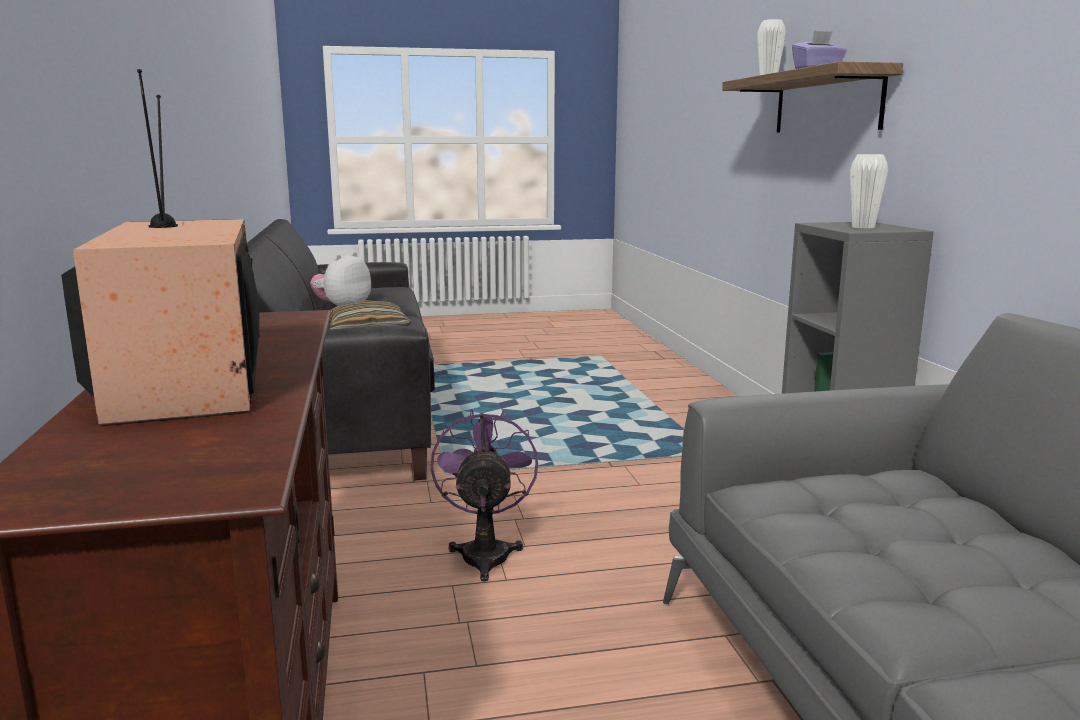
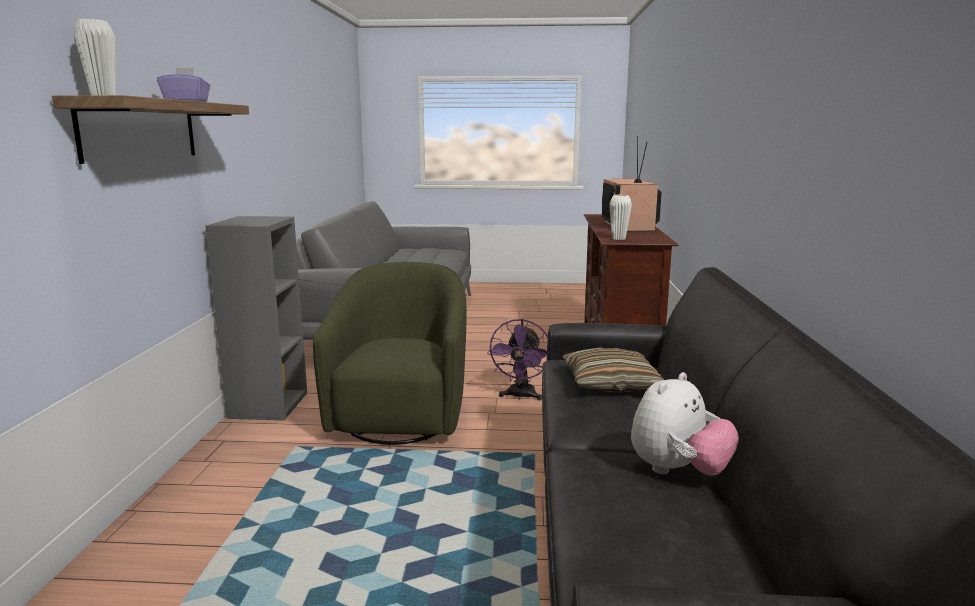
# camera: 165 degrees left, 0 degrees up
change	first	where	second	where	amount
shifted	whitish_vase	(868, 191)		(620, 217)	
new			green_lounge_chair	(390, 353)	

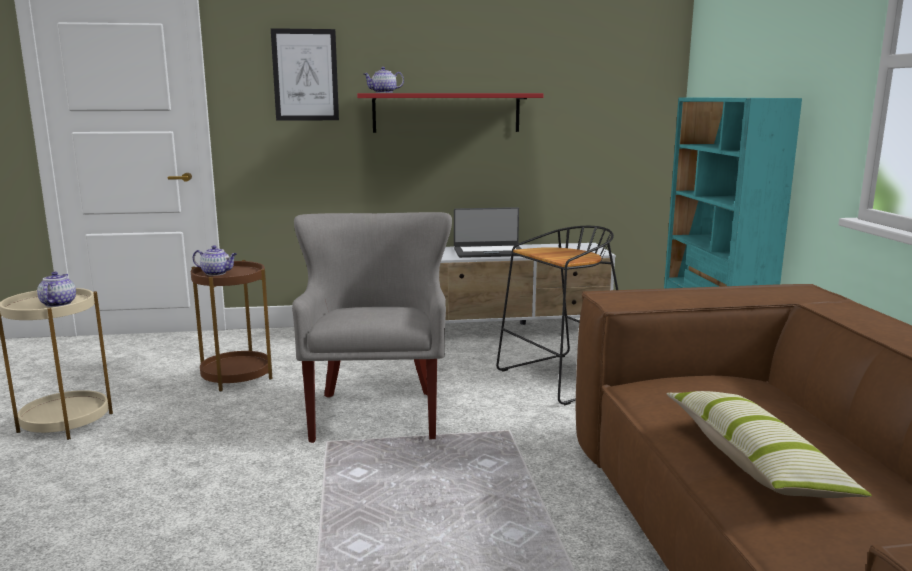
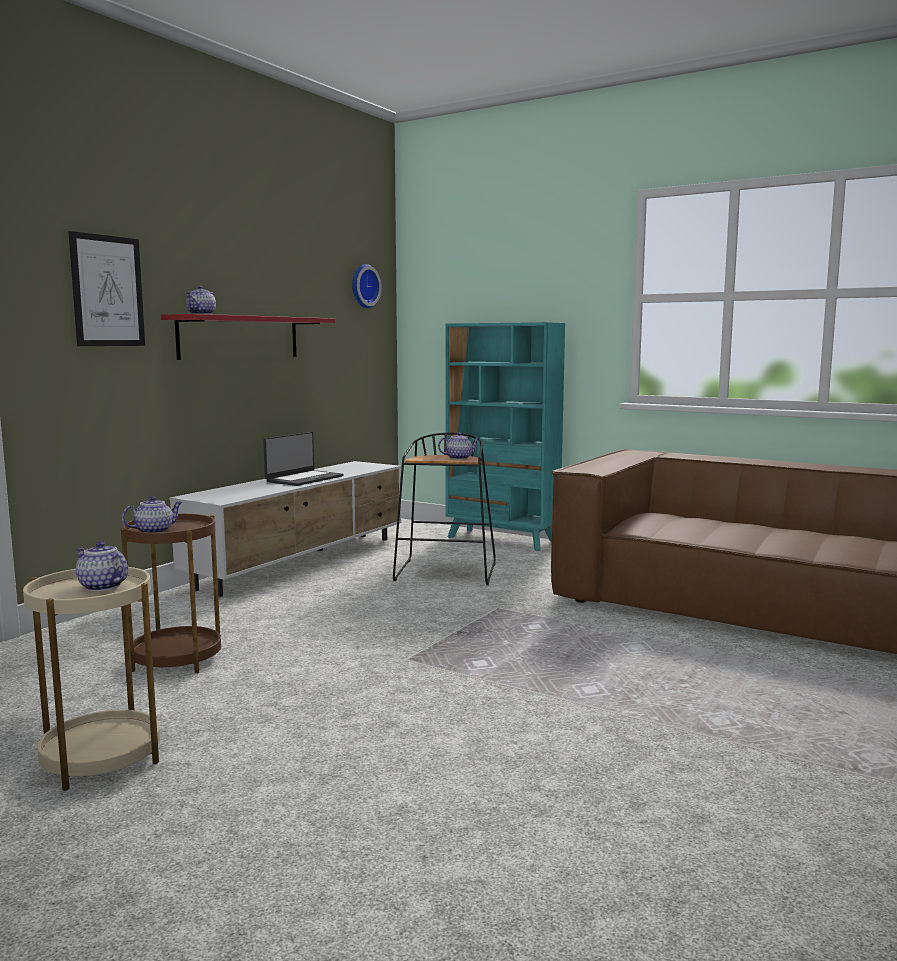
# camera: 50 degrees left, 5 degrees down
change	first	where	second	where	amount
gone	gray_lounge_chair	(372, 327)			
gone	throw_pillow	(769, 444)			
new			wall_clock	(367, 286)	
new			teapot	(459, 446)	

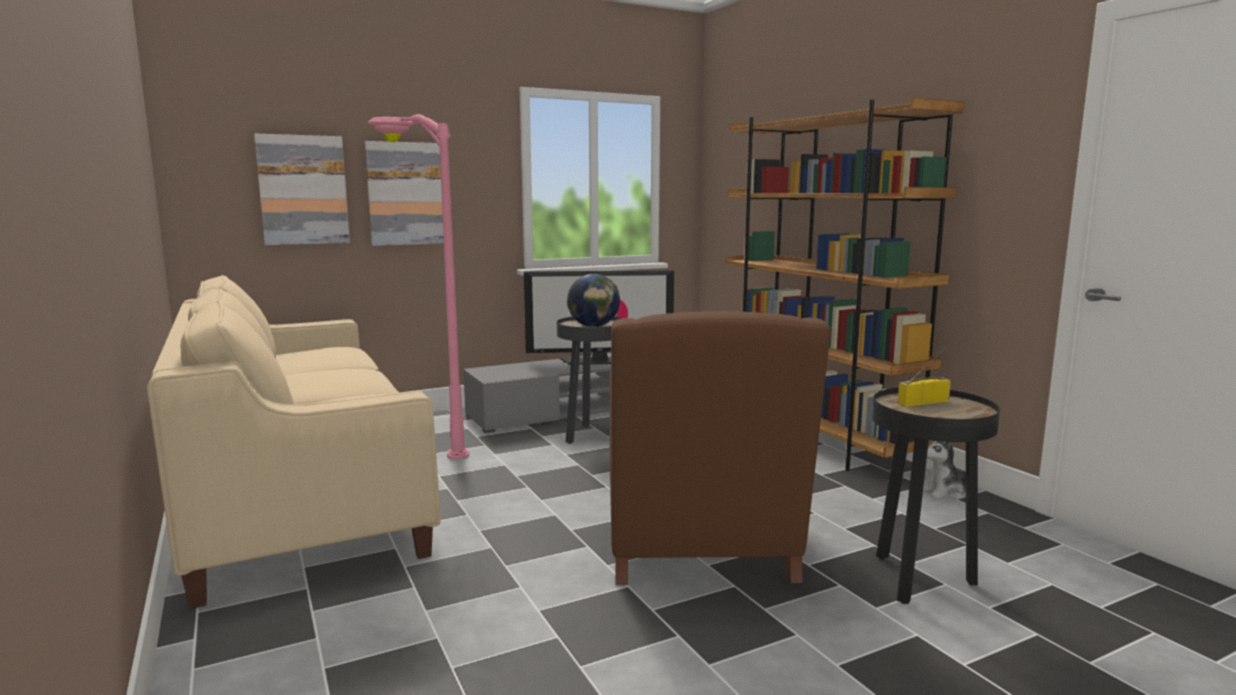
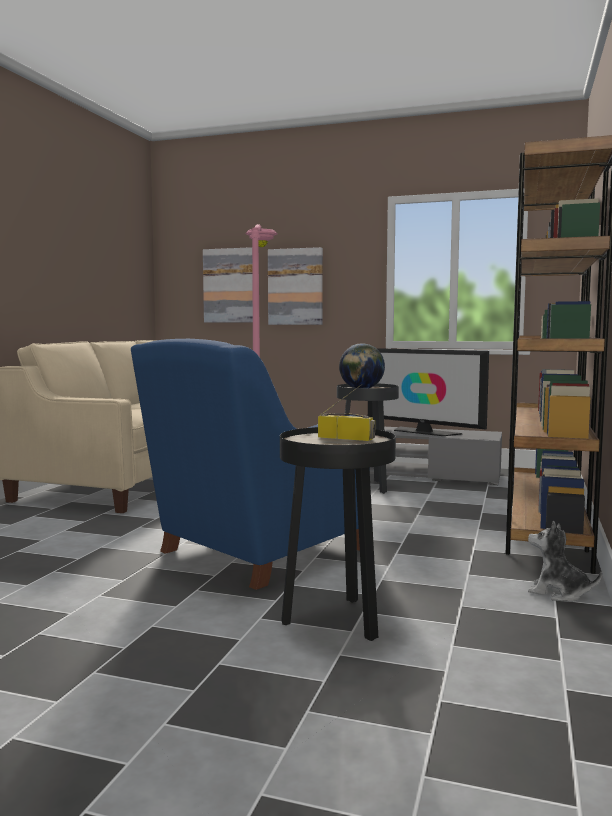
# camera: 45 degrees right, 5 degrees down
change	first	where	second	where	amount
repainted	brownish_lounge_chair	(720, 448)	bluish_lounge_chair	(250, 464)	

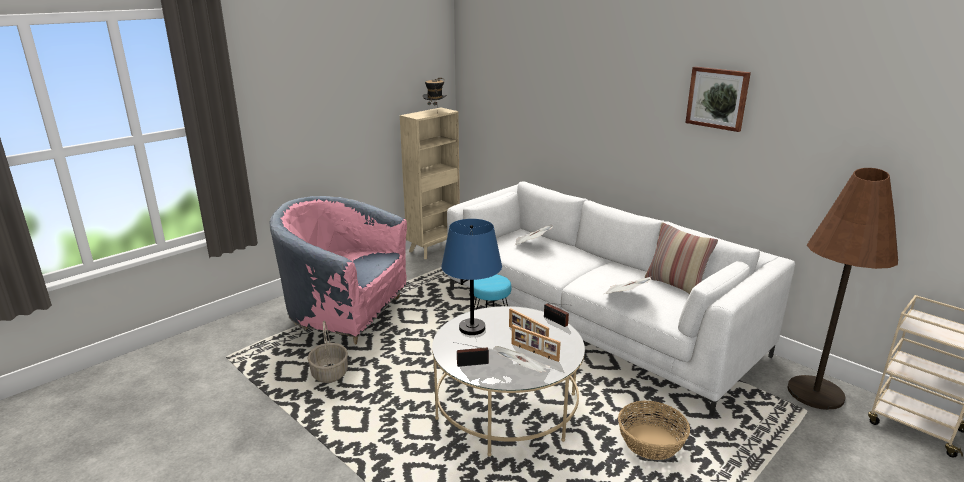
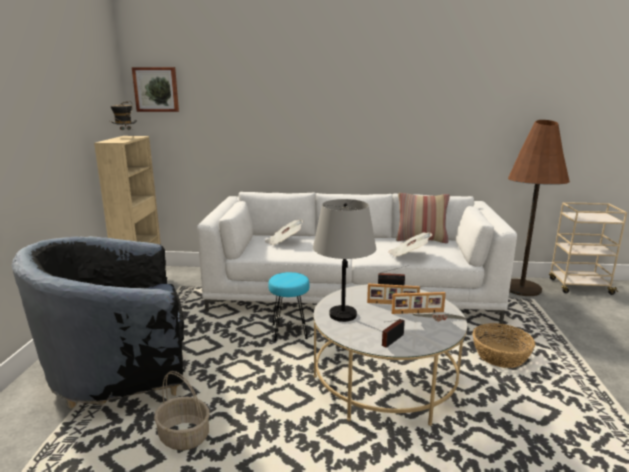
# camera: 40 degrees left, 5 degrees down
change	first	where	second	where	amount
repainted	pink_lounge_chair	(338, 270)	blackish_lounge_chair	(98, 322)	
repainted	bluish_table_lamp	(471, 277)	gray_table_lamp	(344, 260)	
shifted	wall_art	(718, 99)		(155, 89)	

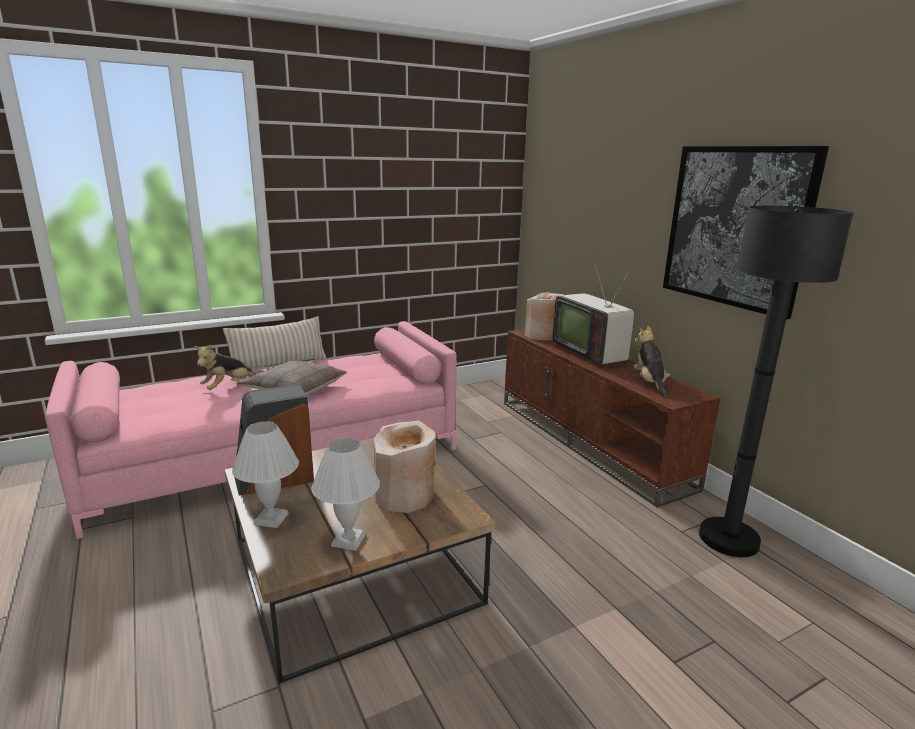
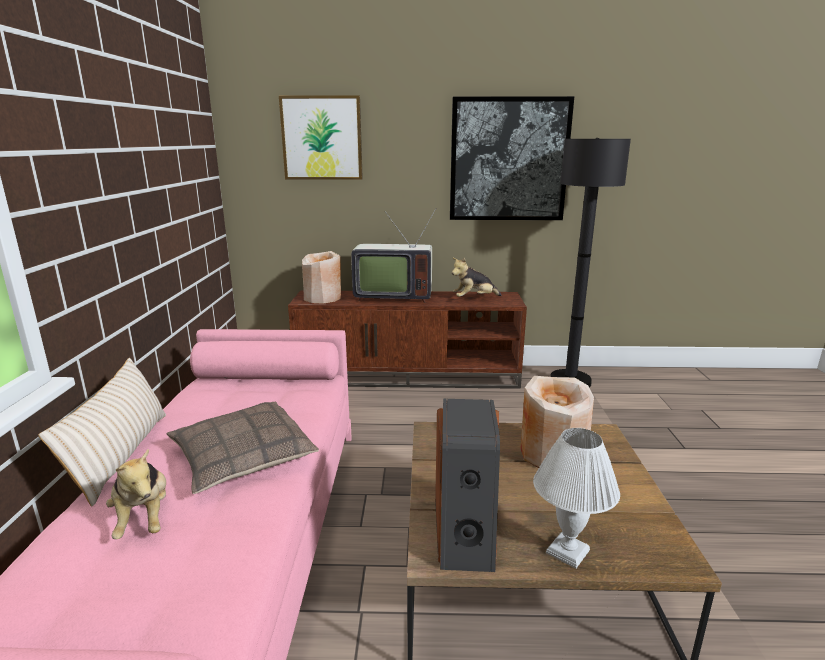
# camera: 60 degrees left, 0 degrees up
change	first	where	second	where	amount
gone	whitish_table_lamp	(345, 494)			
rotated	plush_toy	(652, 362)		(477, 277)	45 degrees counterclockwise
new			wall_art	(321, 137)	

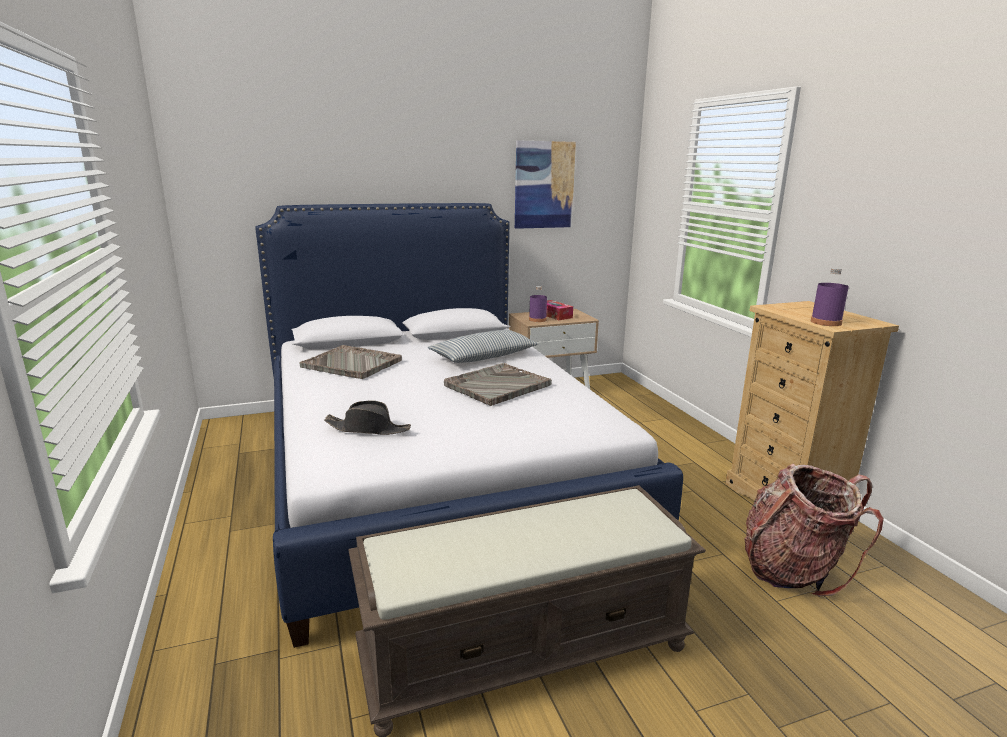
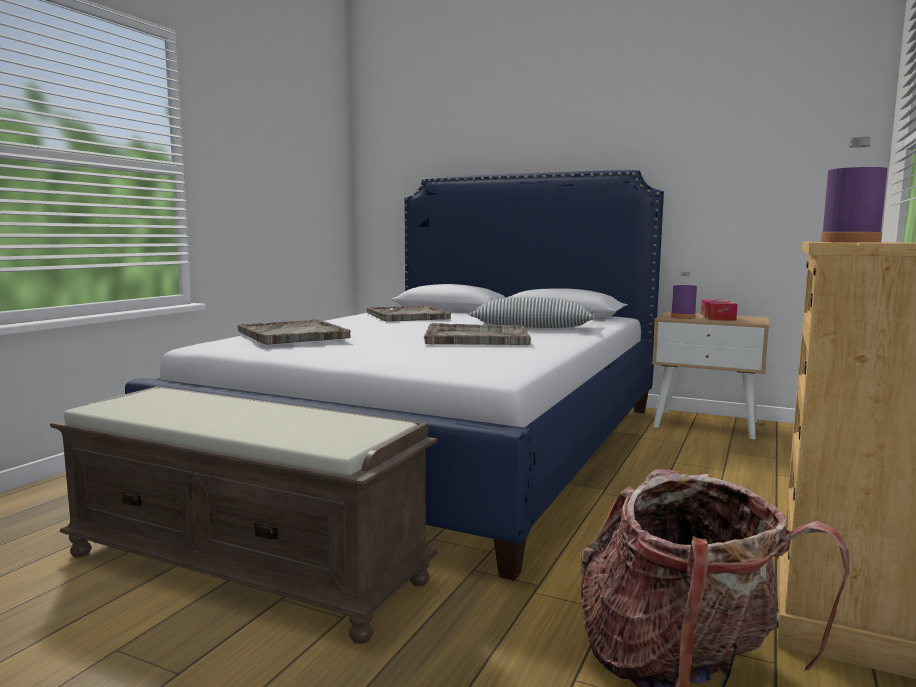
# camera: 45 degrees right, 10 degrees down
change	first	where	second	where	amount
swapped	blackish_wearable_hat	(367, 418)	gray_tray	(294, 332)	
gone	wall_art	(545, 184)			

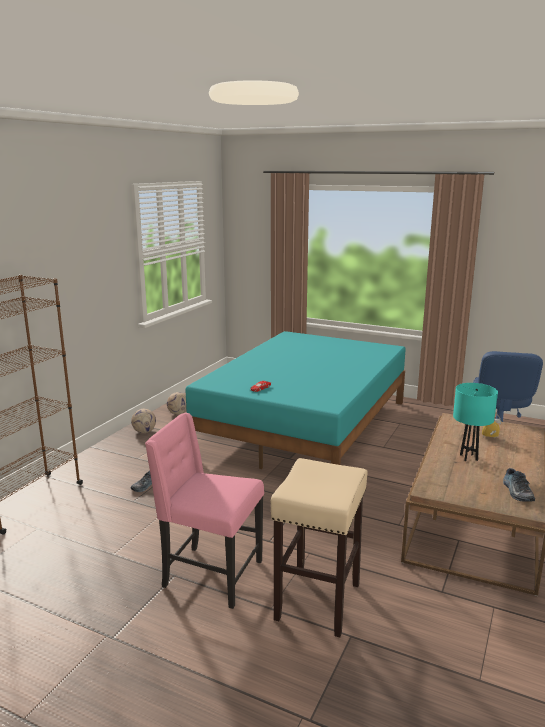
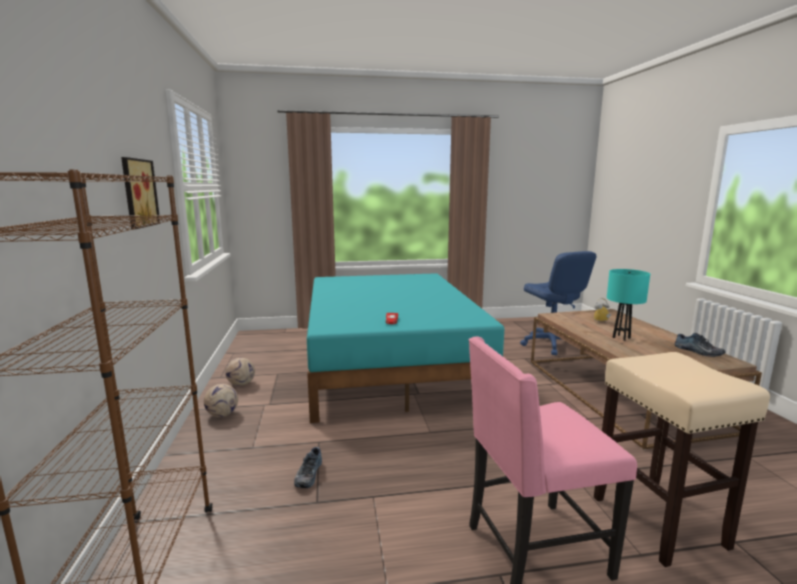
# camera: 35 degrees left, 5 degrees down
change	first	where	second	where	amount
new			wall_art	(140, 193)	

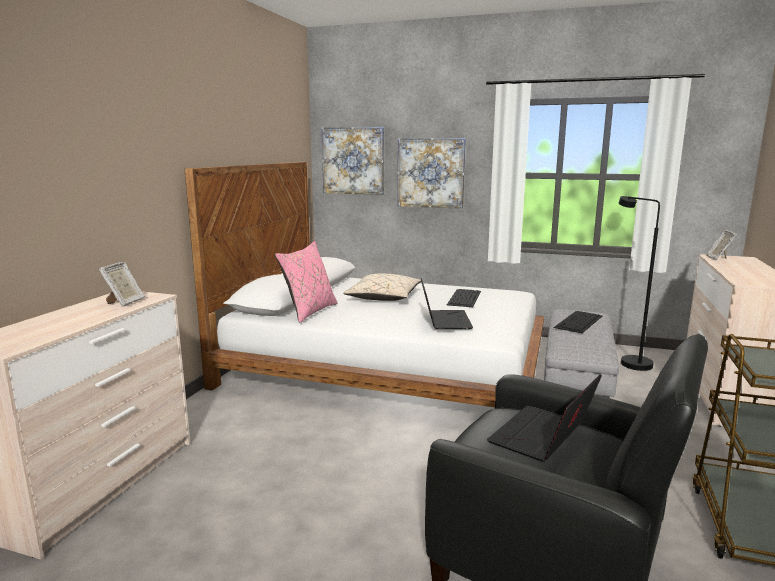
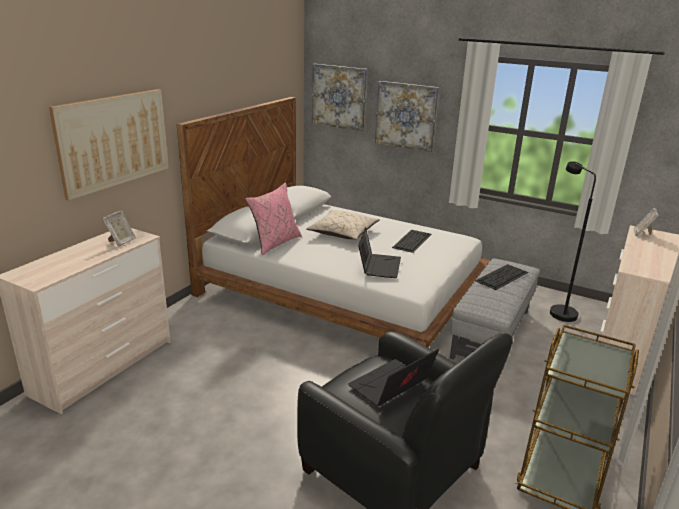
# camera: 10 degrees right, 10 degrees up
change	first	where	second	where	amount
new			wall_art	(109, 145)	

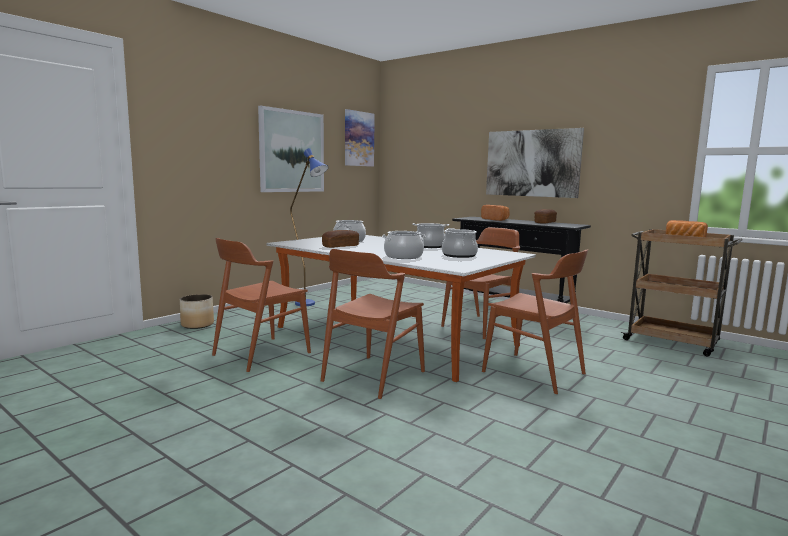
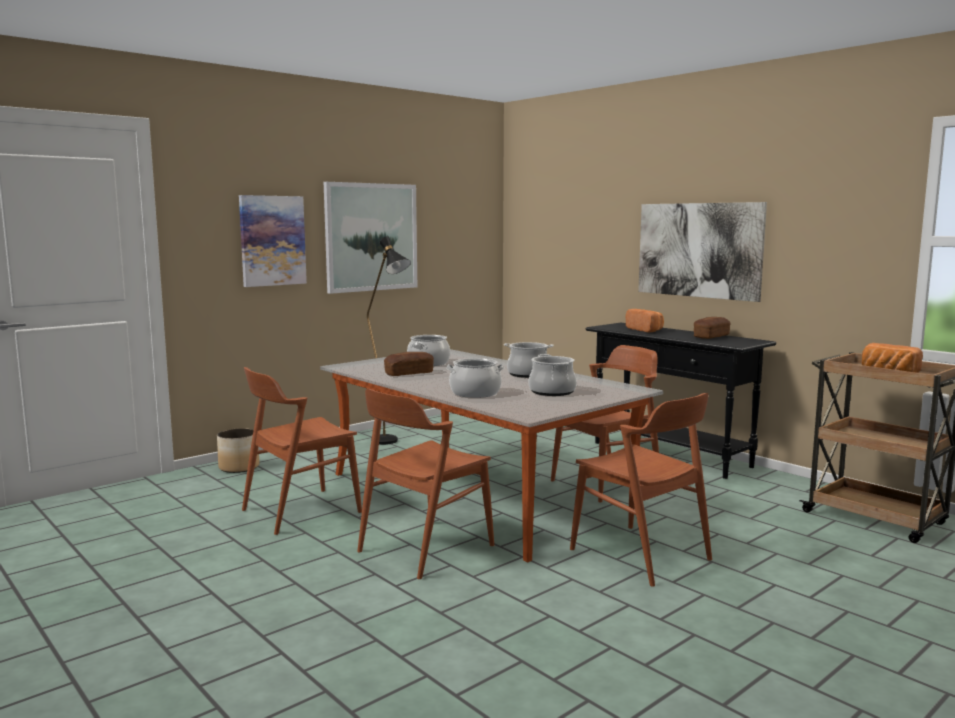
# camera: 10 degrees right, 0 degrees up
change	first	where	second	where	amount
repainted	bluish_floor_lamp	(309, 227)	blackish_floor_lamp	(389, 340)	
shifted	wall_art	(360, 138)		(273, 241)	

